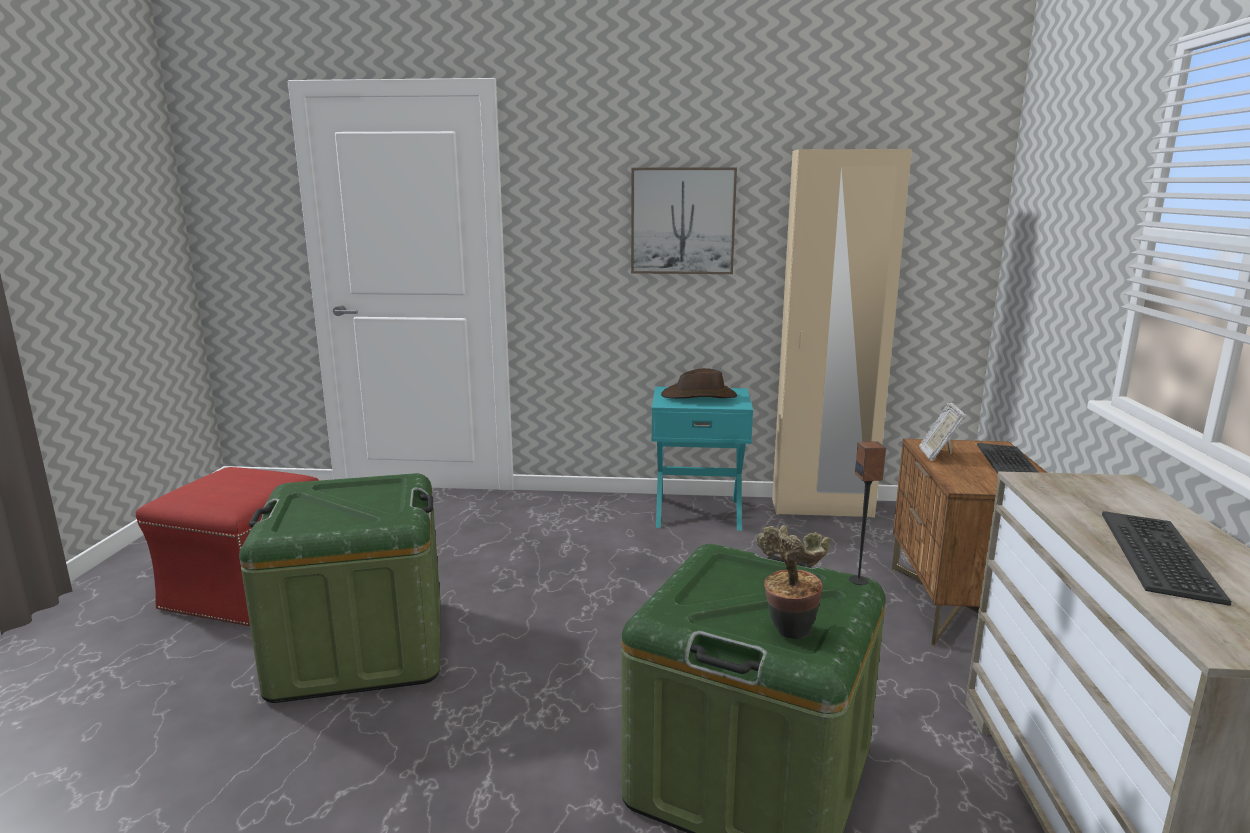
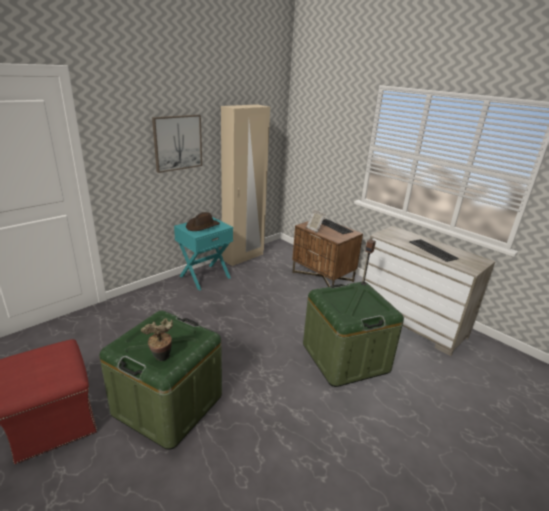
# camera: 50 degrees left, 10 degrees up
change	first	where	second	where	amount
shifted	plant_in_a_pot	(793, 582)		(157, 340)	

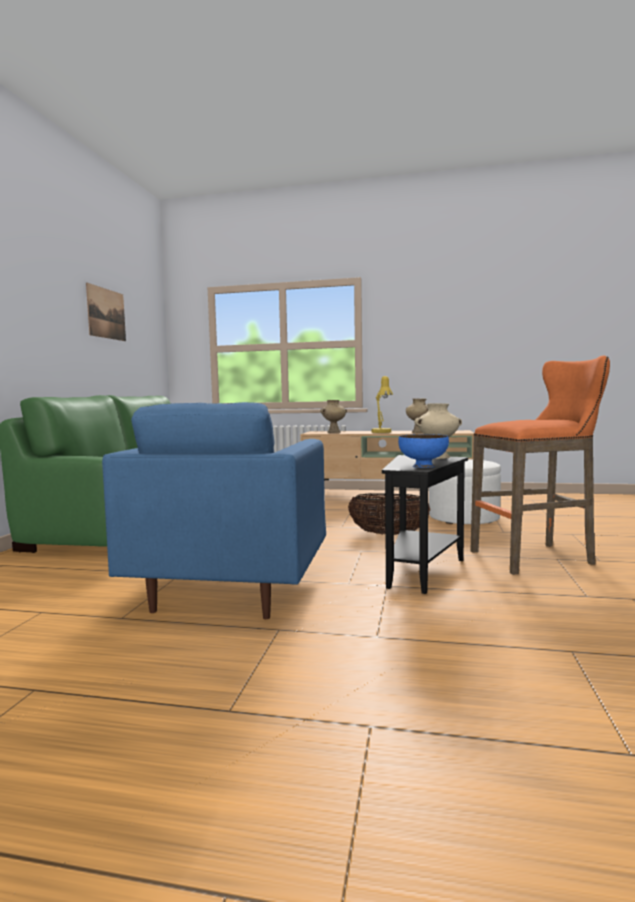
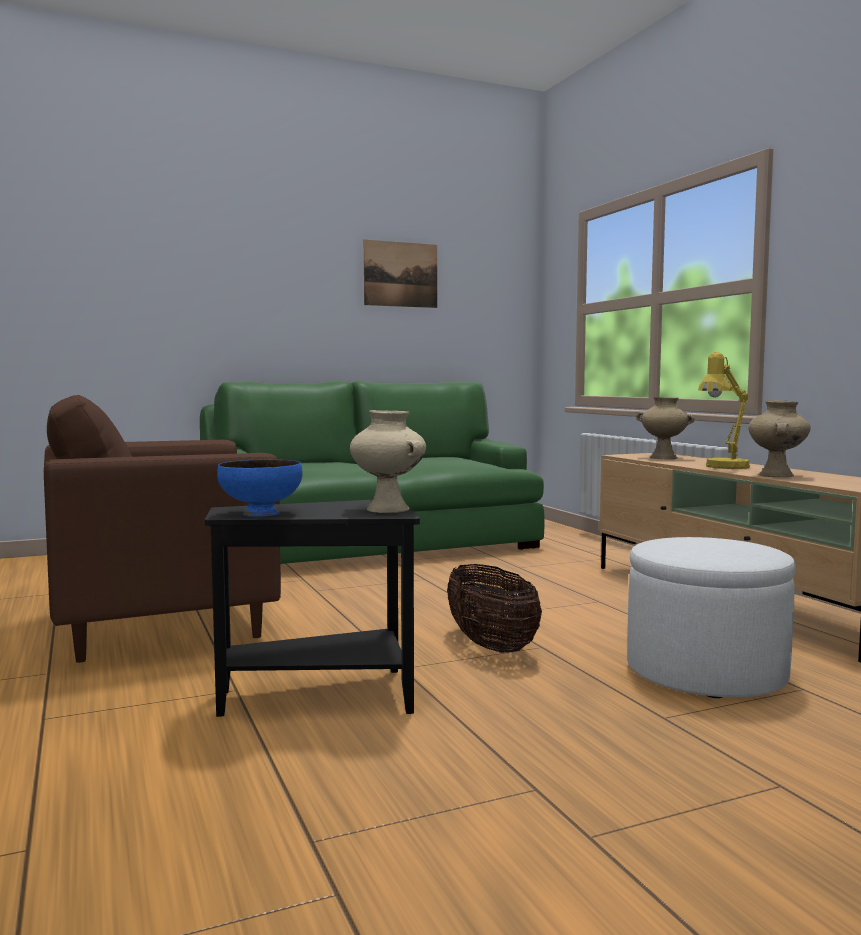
# camera: 55 degrees right, 0 degrees up
change	first	where	second	where	amount
repainted	bluish_lounge_chair	(214, 510)	brownish_lounge_chair	(162, 529)	
gone	orangey_stool_seat	(540, 465)			

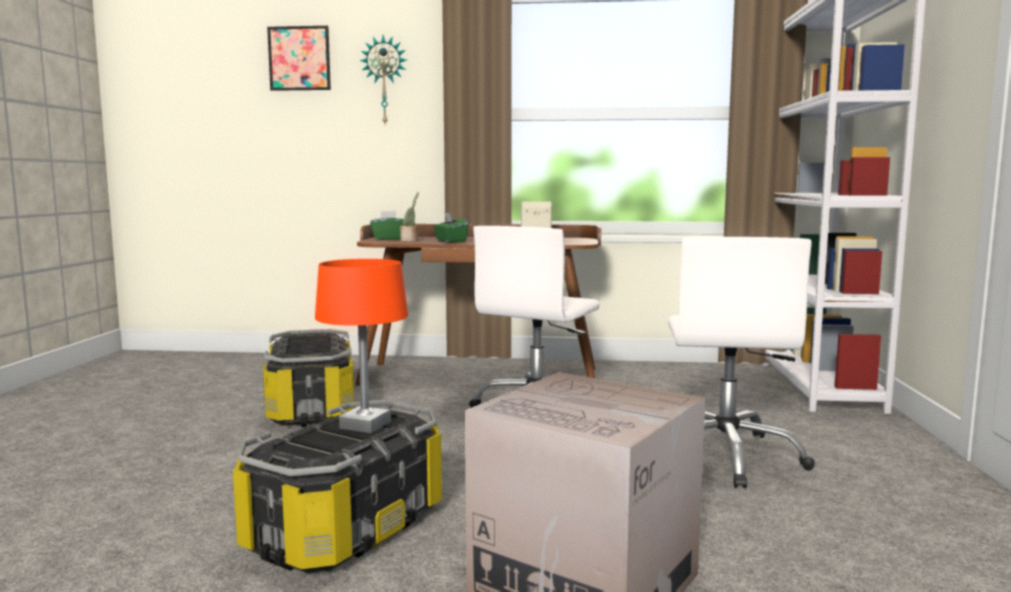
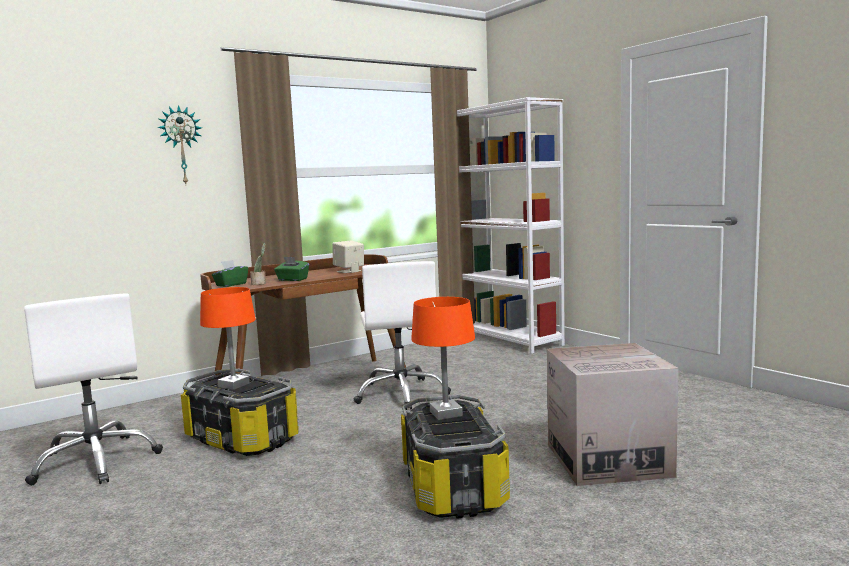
# camera: 40 degrees left, 0 degrees up
change	first	where	second	where	amount
gone	wall_art	(299, 58)			
shifted	whitish_computer_chair	(741, 362)		(93, 389)	
new			orangey_table_lamp	(228, 338)	

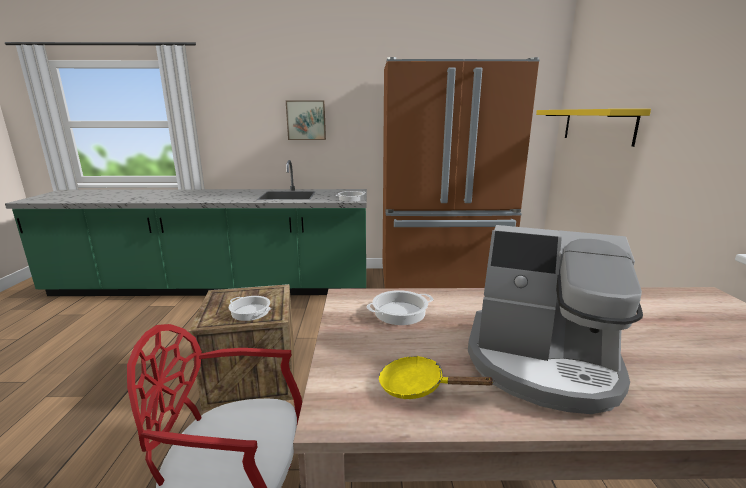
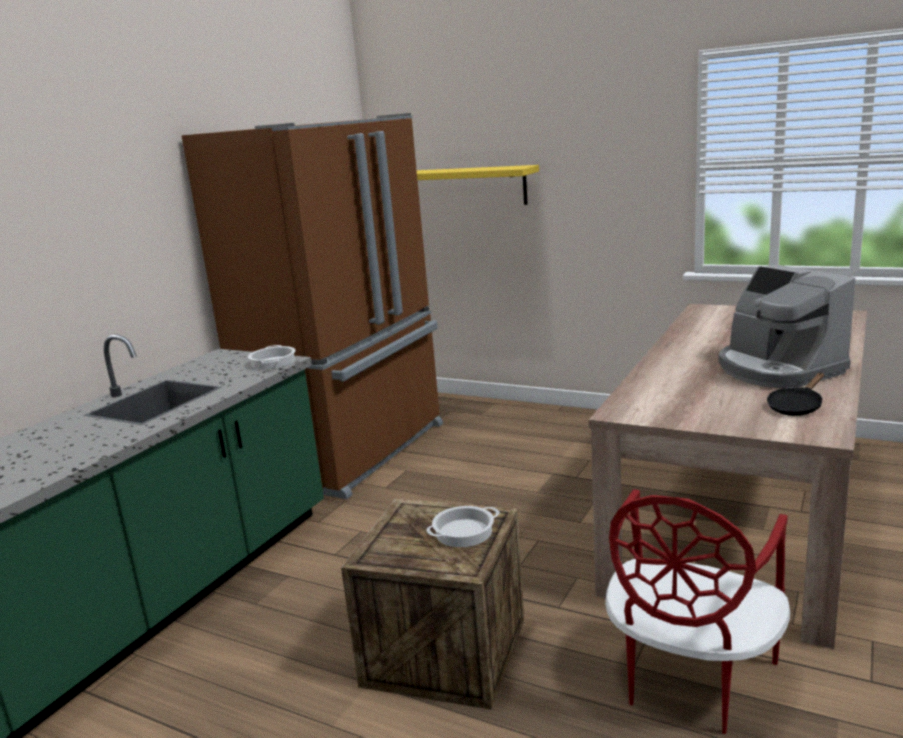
# camera: 60 degrees left, 0 degrees up
change	first	where	second	where	amount
gone	wall_art	(306, 120)			
gone	cooking_pot	(400, 307)			
repainted	yellowish_pan	(437, 377)	blackish_pan	(795, 394)	
rotated	coffee_maker	(555, 319)		(786, 326)	105 degrees clockwise

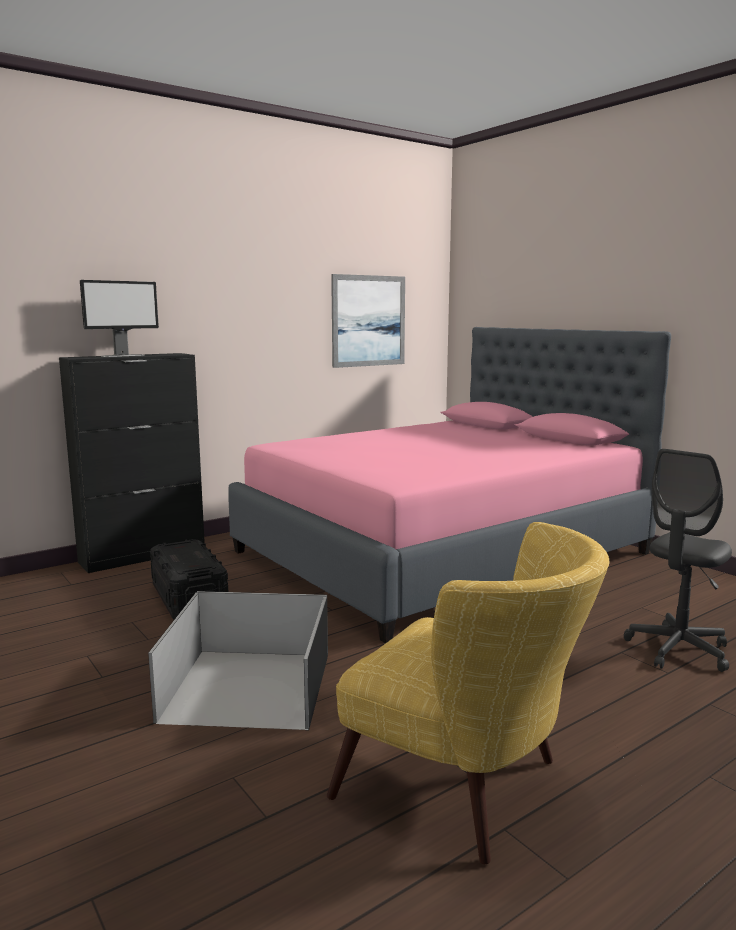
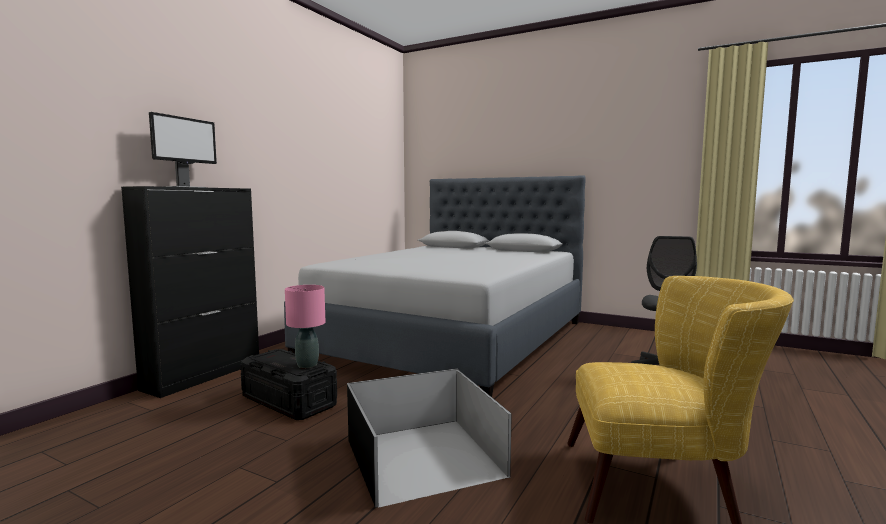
# camera: 25 degrees left, 5 degrees down
change	first	where	second	where	amount
repainted	pink_sleeping_bed	(449, 485)	gray_sleeping_bed	(435, 286)	
gone	wall_art	(368, 321)			
new			pink_table_lamp	(305, 326)	

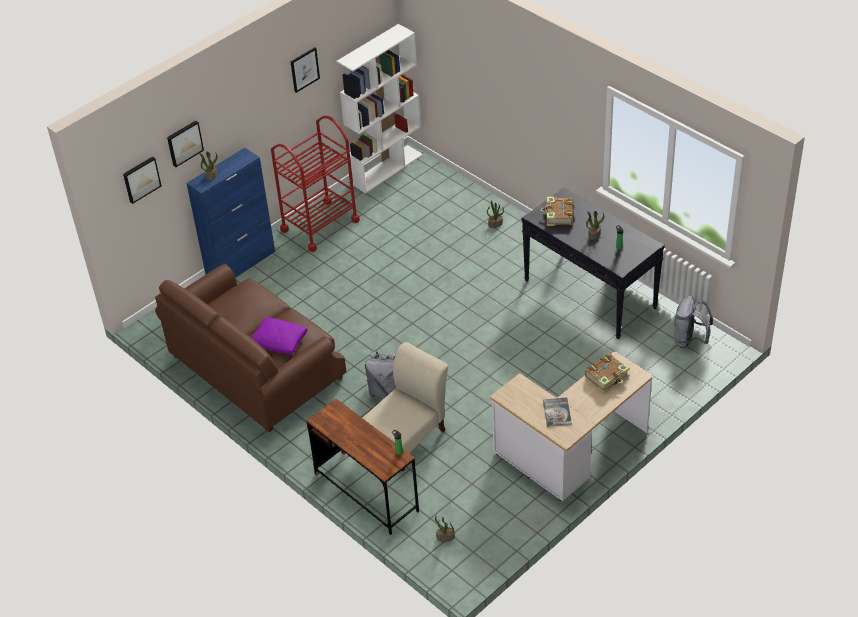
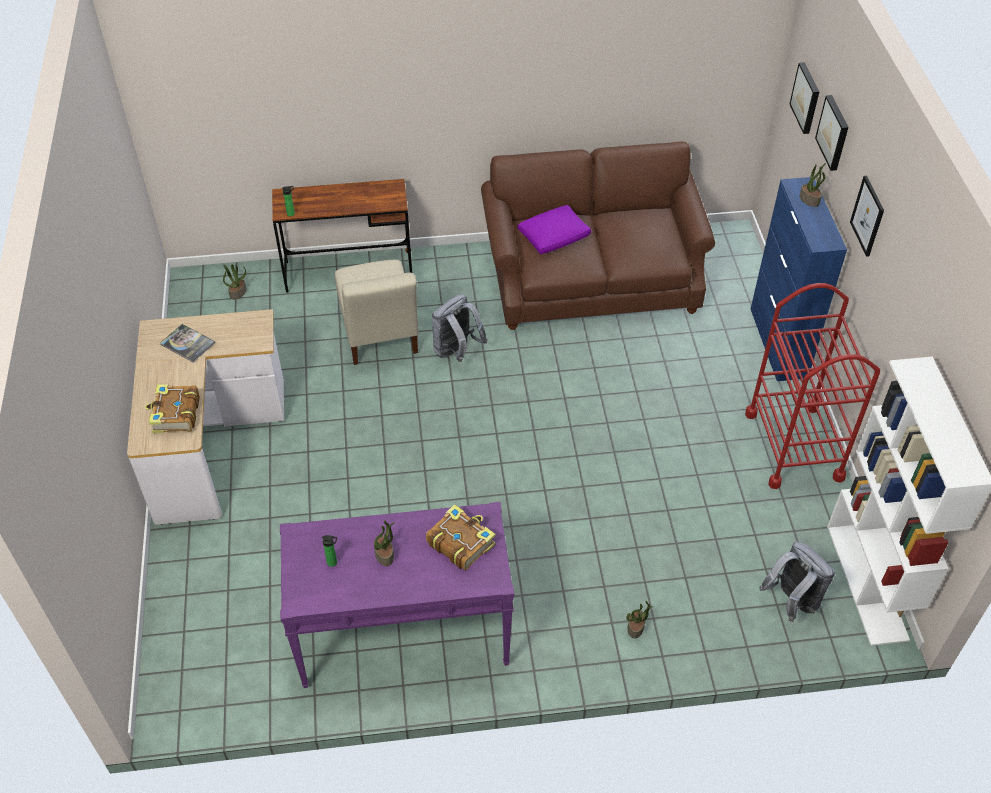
# camera: 125 degrees right, 5 degrees up
change	first	where	second	where	amount
shifted	wall_art	(305, 70)		(867, 216)	
repainted	blackish_console_table	(593, 263)	purple_console_table	(397, 595)	
shifted	gray_backpack	(693, 321)		(797, 582)	

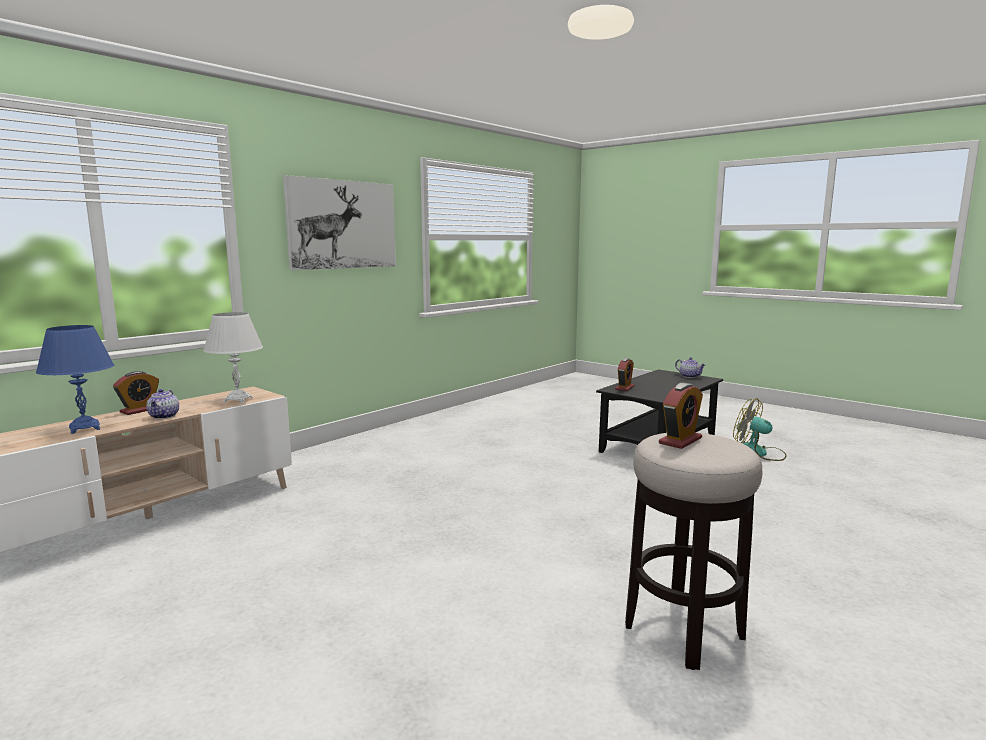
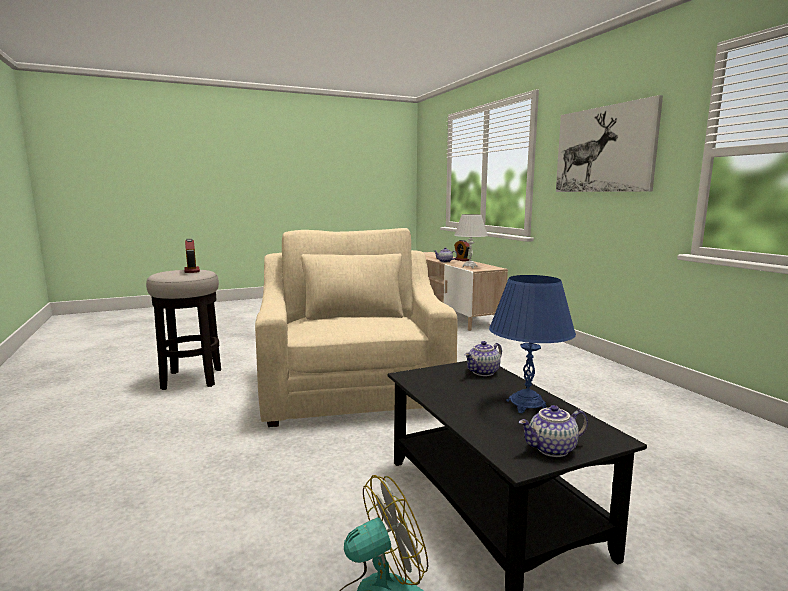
# camera: 115 degrees right, 0 degrees up
change	first	where	second	where	amount
shifted	bluish_table_lamp	(75, 379)		(532, 344)	
swapped	alarm_clock	(624, 374)	teapot	(483, 358)	
new			beige-coloured_lounge_chair	(356, 327)	

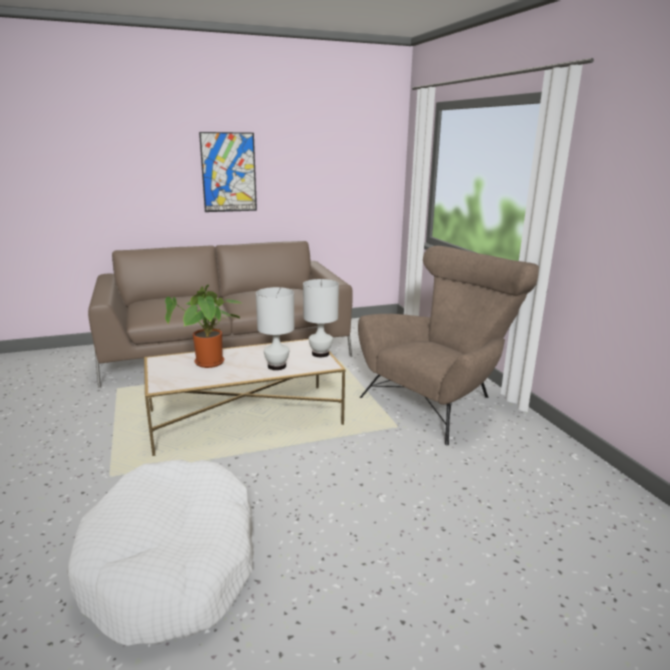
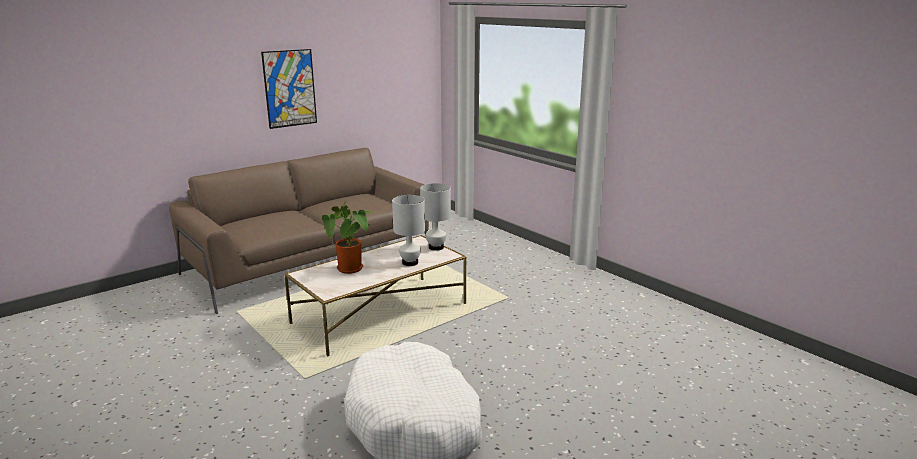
# camera: 20 degrees left, 0 degrees up
change	first	where	second	where	amount
gone	brownish_lounge_chair	(448, 345)			

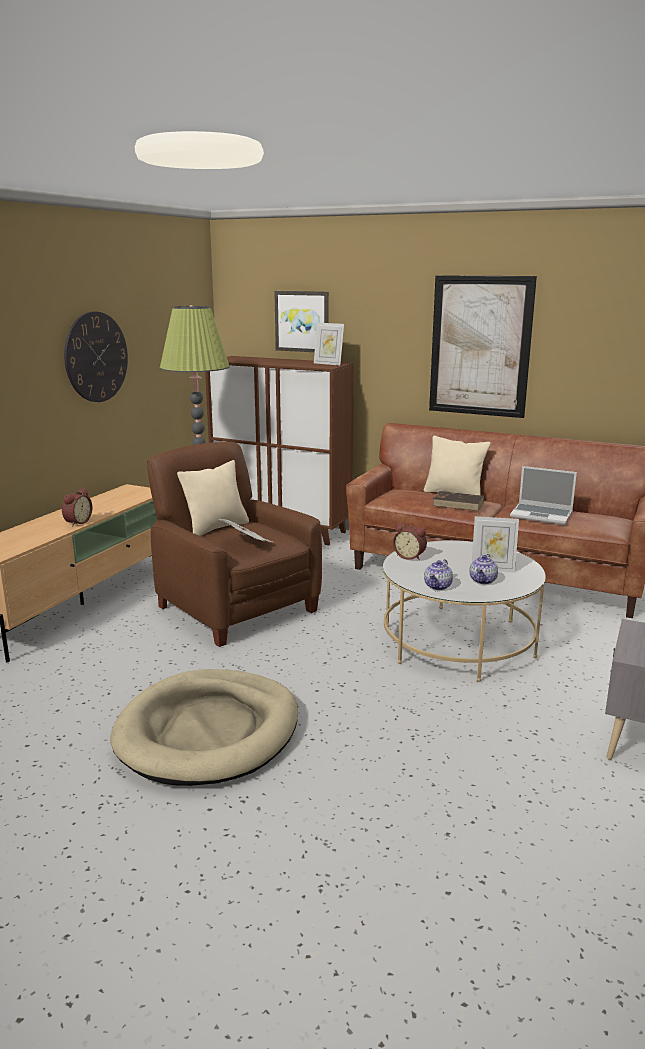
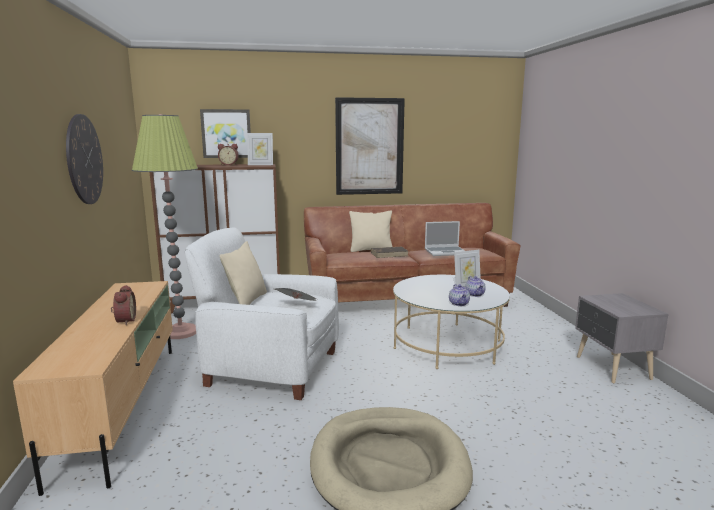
# camera: 35 degrees left, 5 degrees down
change	first	where	second	where	amount
repainted	brownish_lounge_chair	(234, 544)	whitish_lounge_chair	(262, 313)	
shifted	alarm_clock	(410, 541)		(228, 154)	

